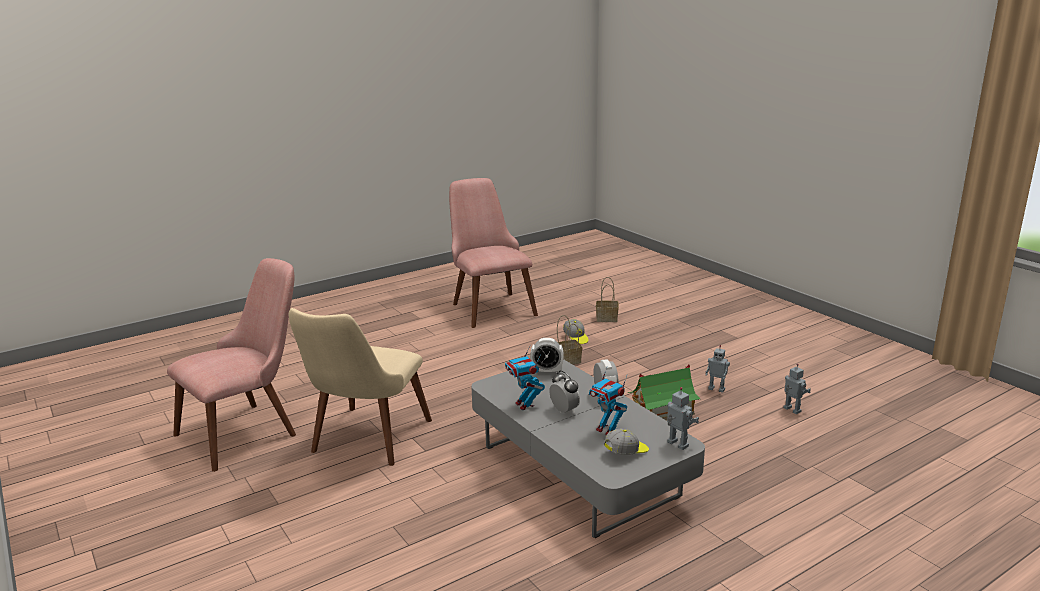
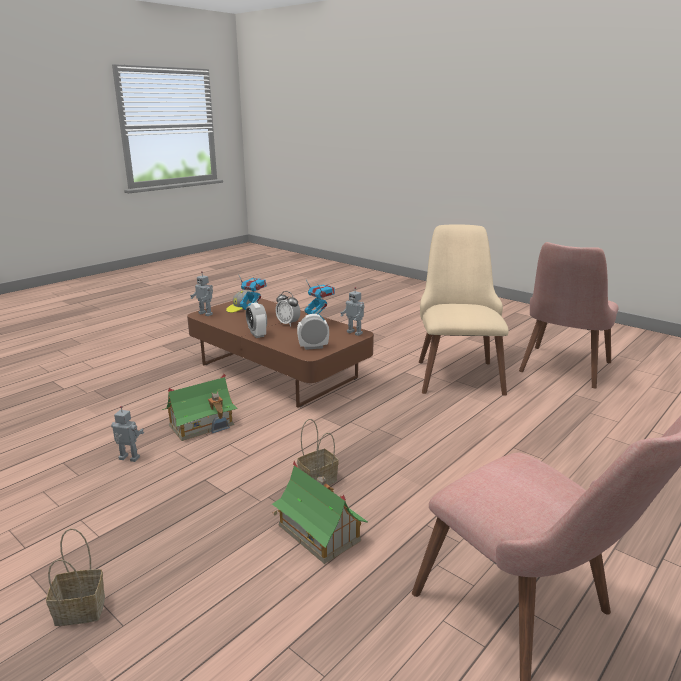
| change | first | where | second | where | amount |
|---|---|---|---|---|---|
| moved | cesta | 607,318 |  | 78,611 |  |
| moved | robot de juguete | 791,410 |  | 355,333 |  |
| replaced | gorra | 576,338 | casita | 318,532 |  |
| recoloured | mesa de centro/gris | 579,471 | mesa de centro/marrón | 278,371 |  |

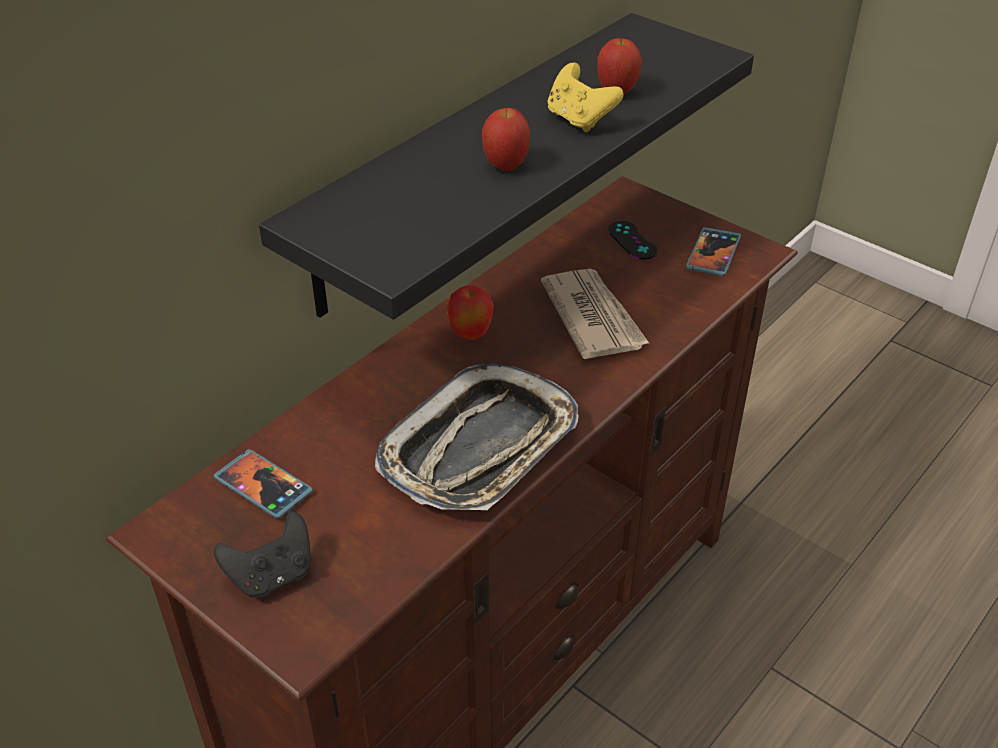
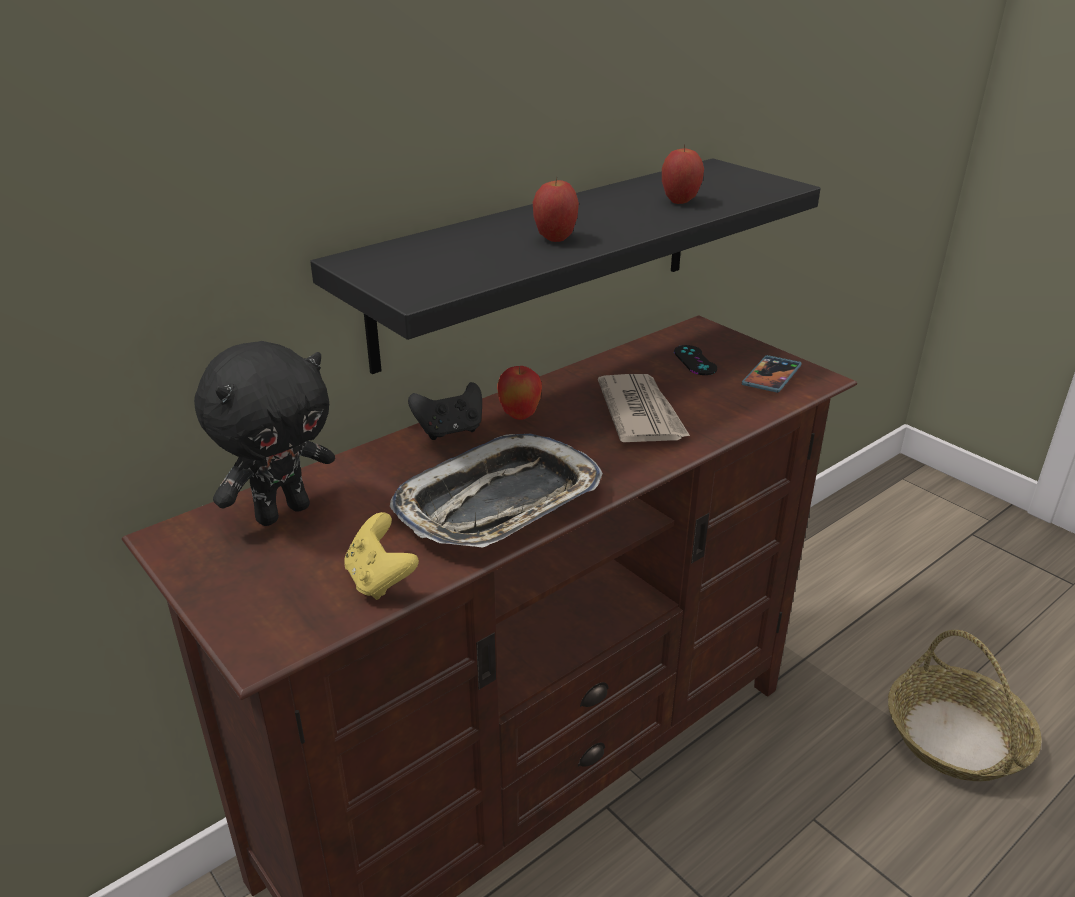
| change | first | where | second | where | amount |
|---|---|---|---|---|---|
| added |  |  | cesta | 956,738 |  |
| moved | mando de consola/negro | 272,576 |  | 450,431 |  |
| moved | mando de consola/amarillo | 579,120 |  | 380,580 |  |
| replaced | móvil | 263,486 | peluche/negro | 282,512 |  |

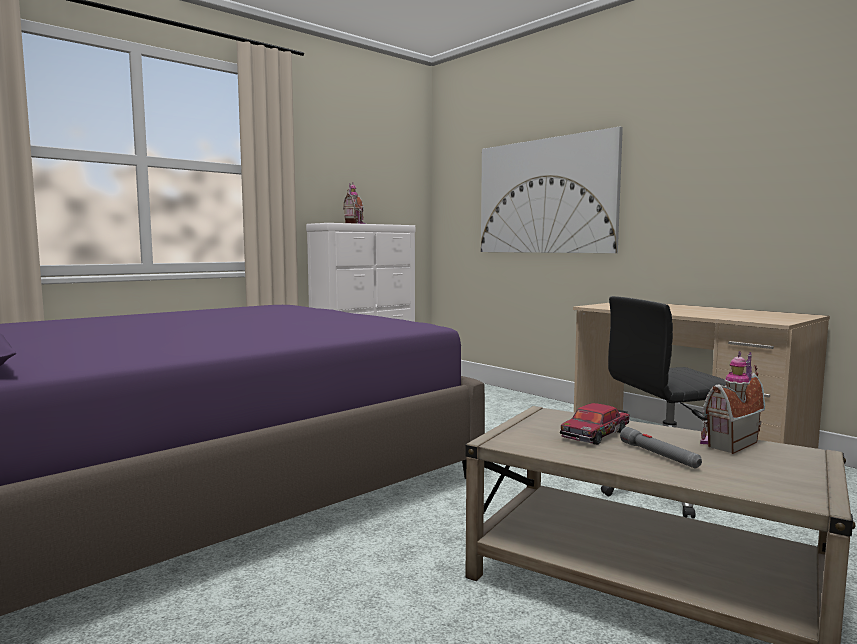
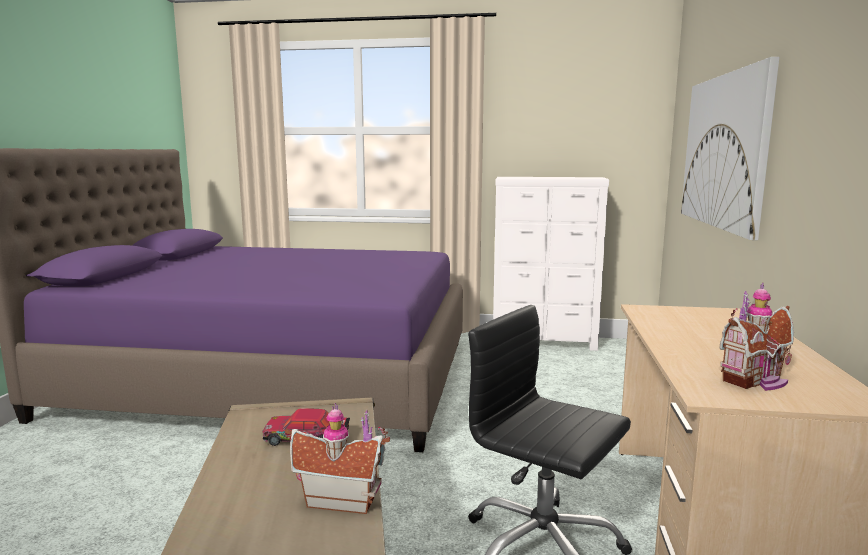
| change | first | where | second | where | amount |
|---|---|---|---|---|---|
| removed | linterna/gris | 659,455 |  |  |  |
| moved | casita | 356,224 |  | 757,381 |  |

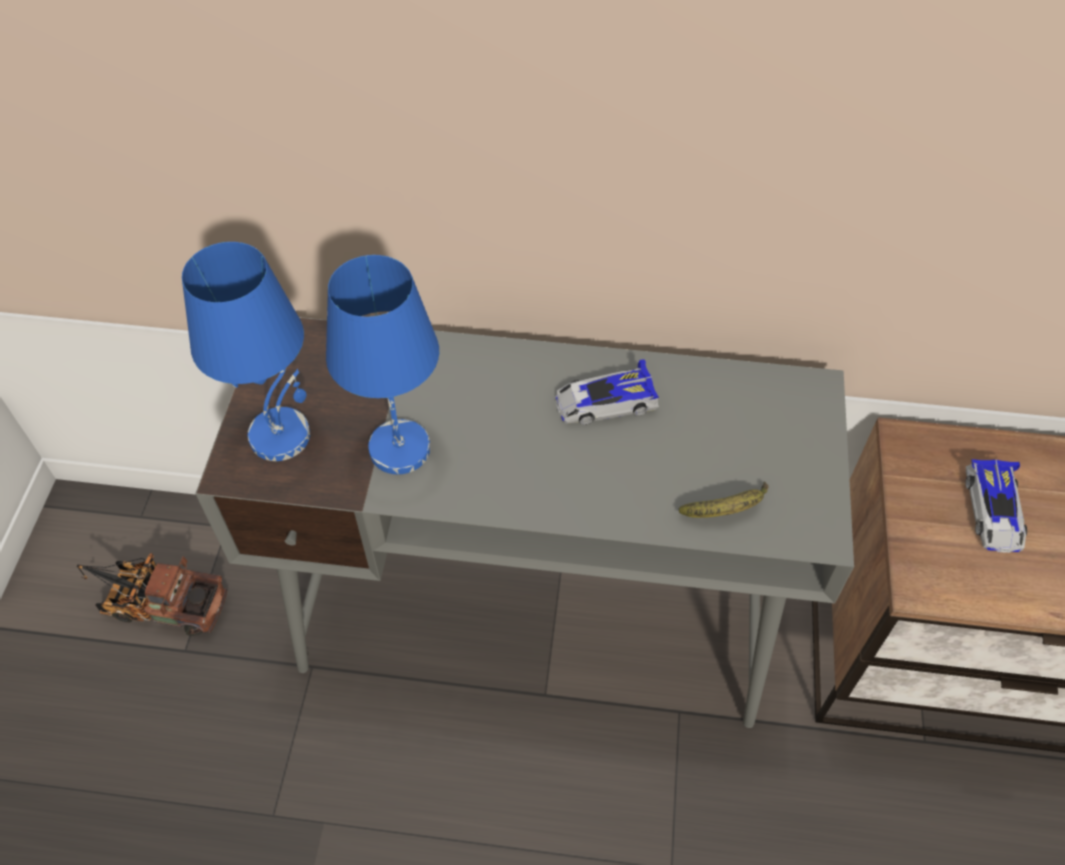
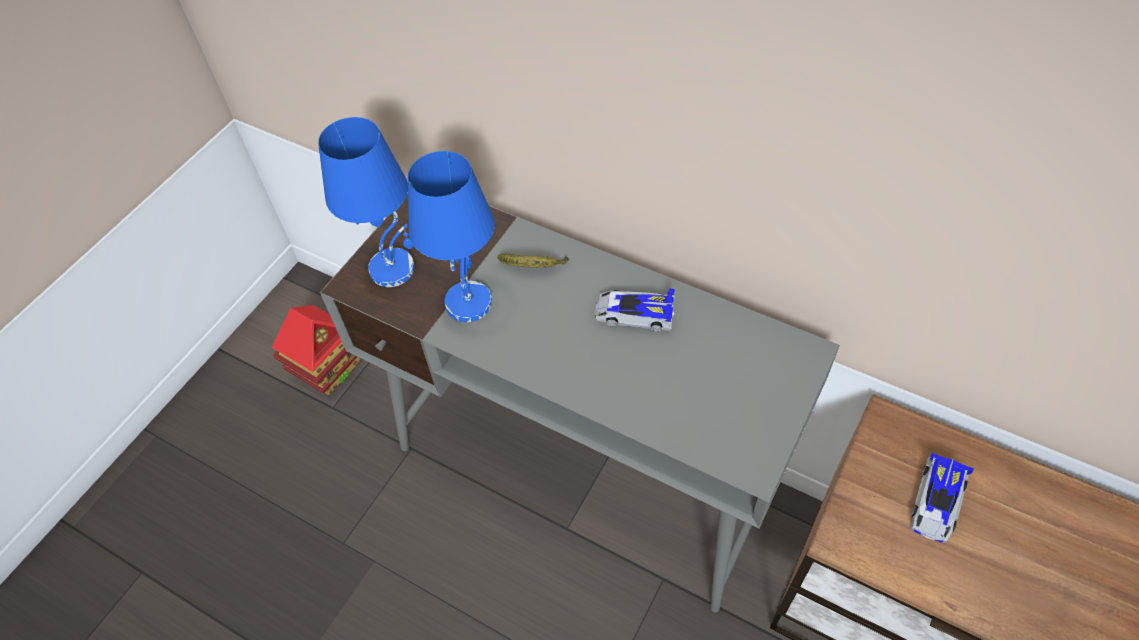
| change | first | where | second | where | amount |
|---|---|---|---|---|---|
| moved | plátano | 727,509 |  | 533,267 |  |
| replaced | camión de juguete | 158,603 | casita | 329,369 |  |

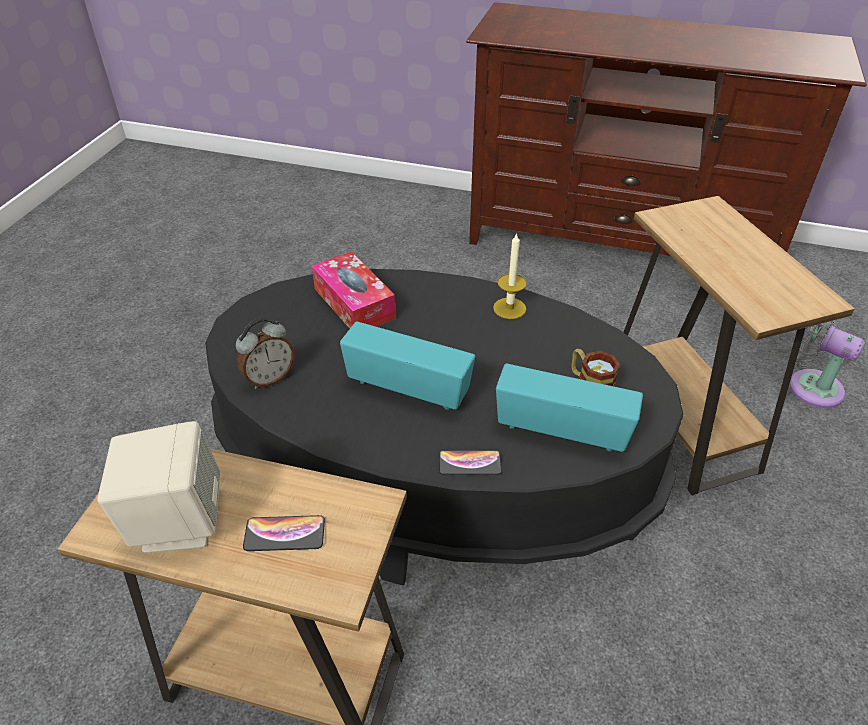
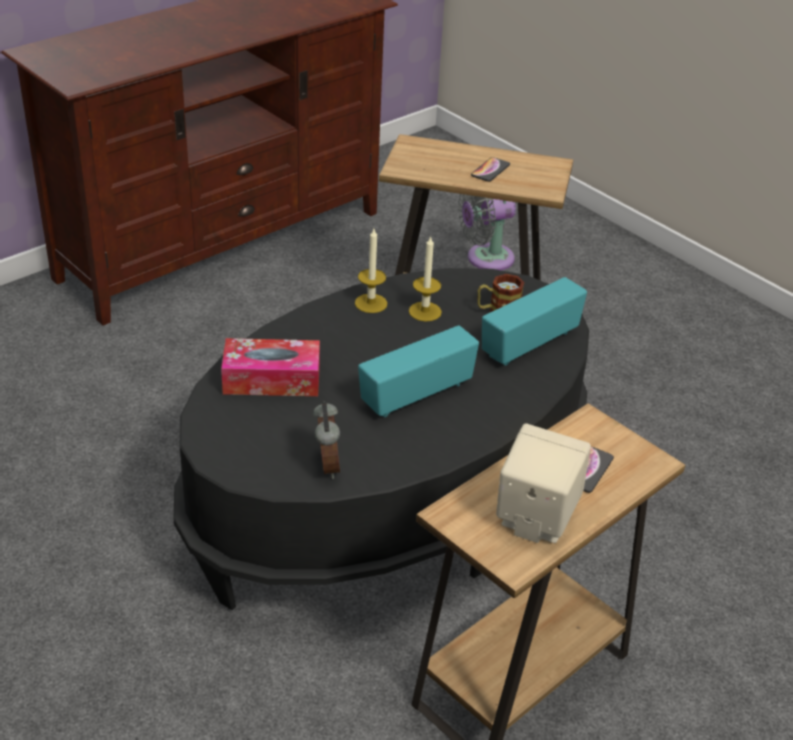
| change | first | where | second | where | amount |
|---|---|---|---|---|---|
| added |  |  | vela | 425,311 |  |
| moved | móvil | 469,463 |  | 490,170 |  |

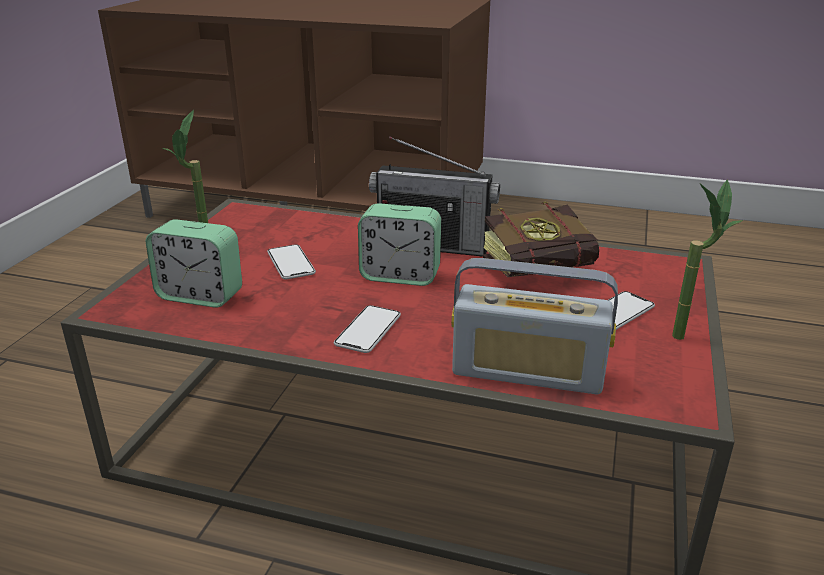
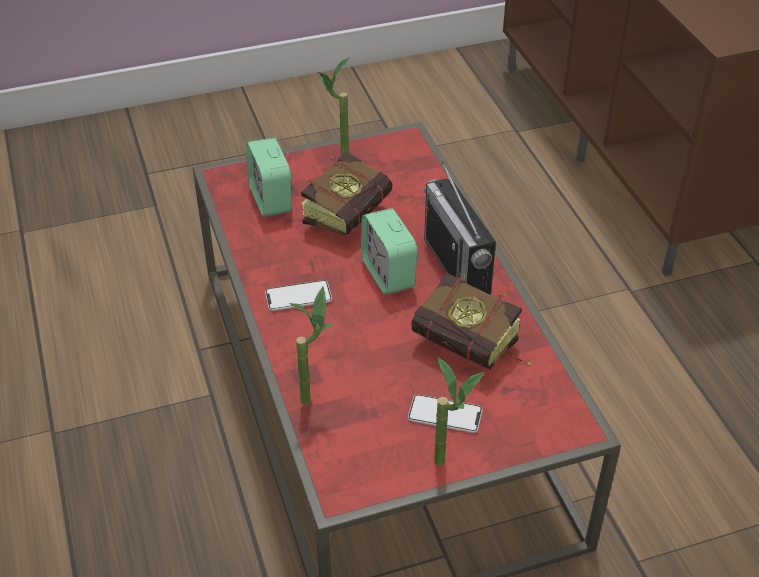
| change | first | where | second | where | amount |
|---|---|---|---|---|---|
| replaced | móvil | 291,263 | libro | 352,212 |  |
| replaced | radio | 528,372 | planta en maceta | 314,396 |  |

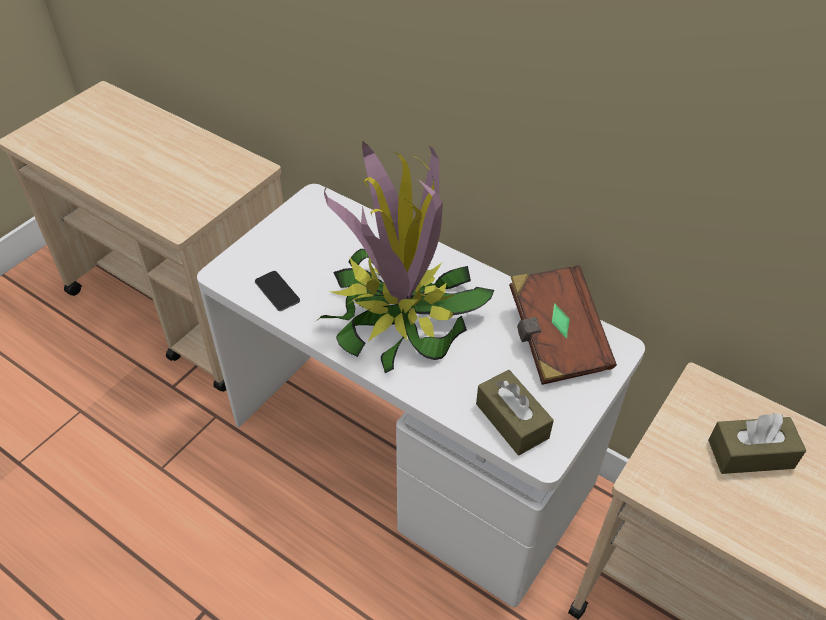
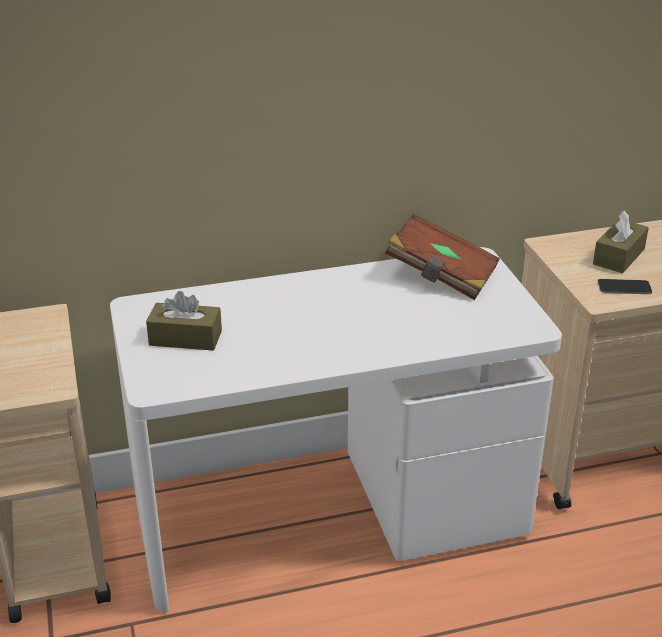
| change | first | where | second | where | amount |
|---|---|---|---|---|---|
| removed | planta en maceta | 398,317 |  |  |  |
| moved | móvil | 277,291 |  | 624,287 |  |
| moved | caja de pañuelos/marrón | 512,421 |  | 185,338 |  |

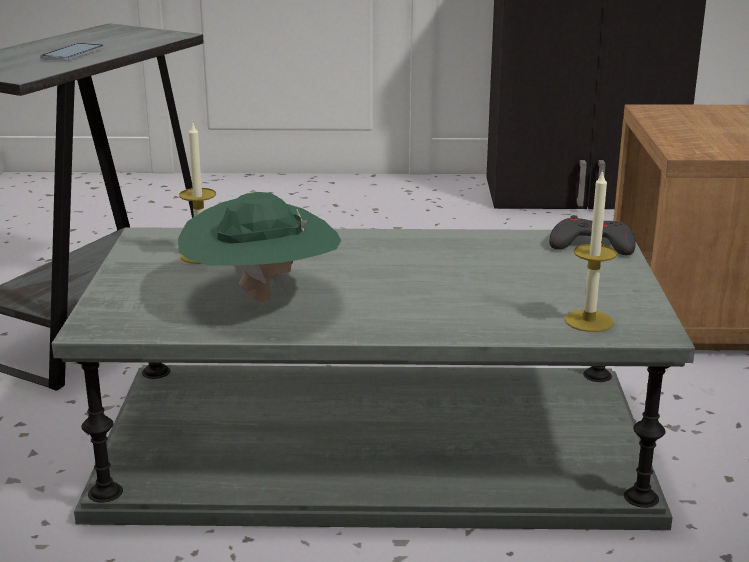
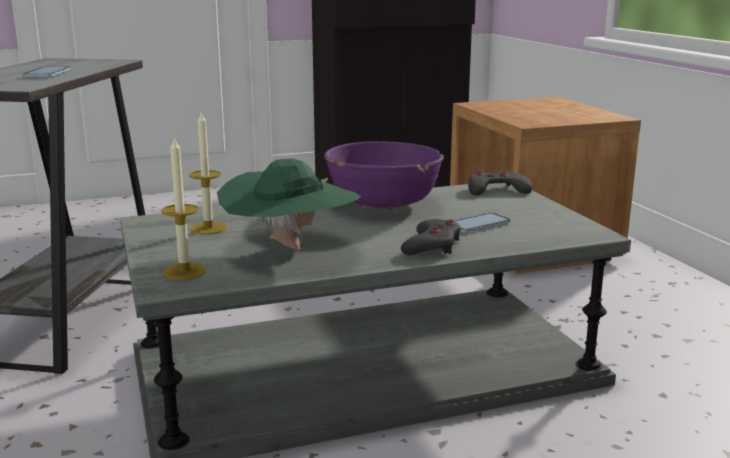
| change | first | where | second | where | amount |
|---|---|---|---|---|---|
| added |  |  | cuenco/morado | 383,205 |  |
| added |  |  | mando de consola/gris | 432,245 |  |
| added |  |  | móvil | 478,224 |  |
| moved | vela | 589,321 |  | 184,271 |  |

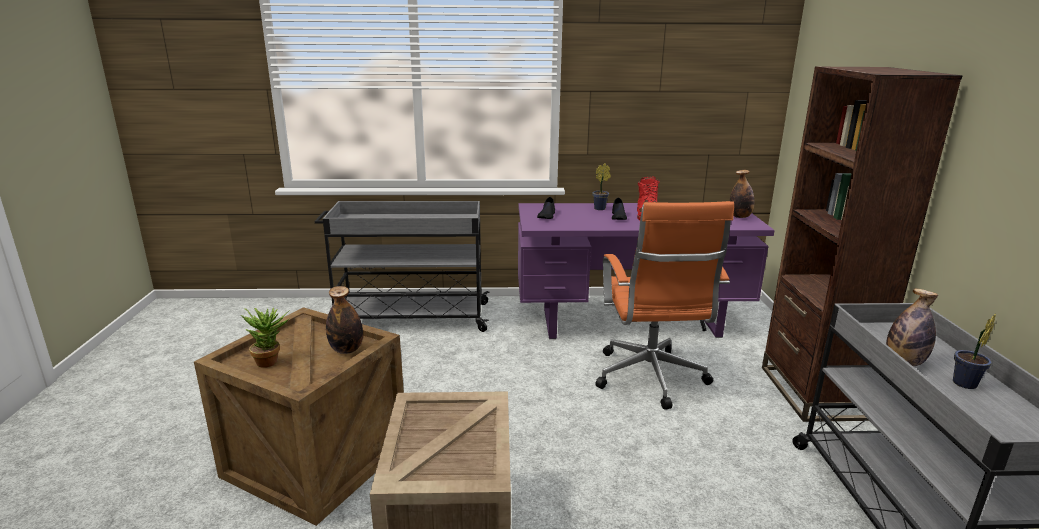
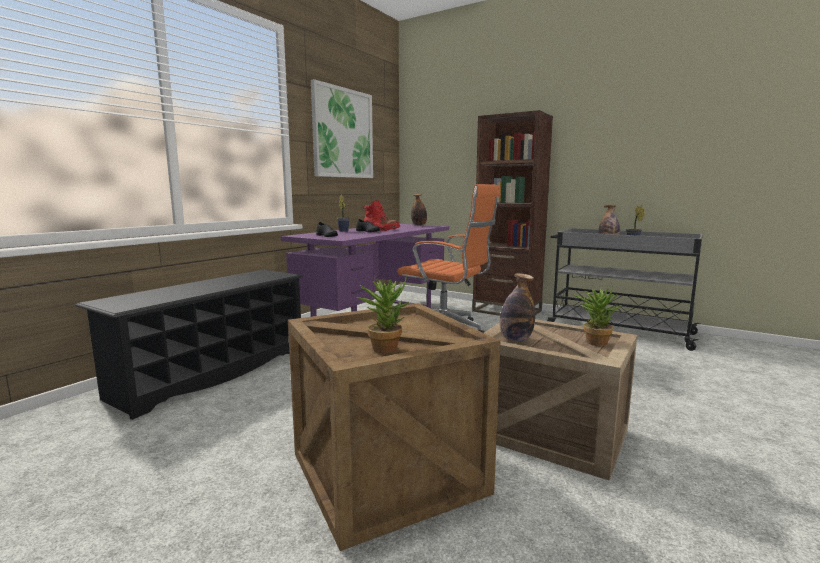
| change | first | where | second | where | amount |
|---|---|---|---|---|---|
| added |  |  | cuadro | 343,133 |  |
| added |  |  | planta en maceta | 594,341 |  |
| moved | botella | 346,350 |  | 515,339 |  |
| replaced | carrito/gris | 409,317 | zapatero/negro | 213,373 |  |

